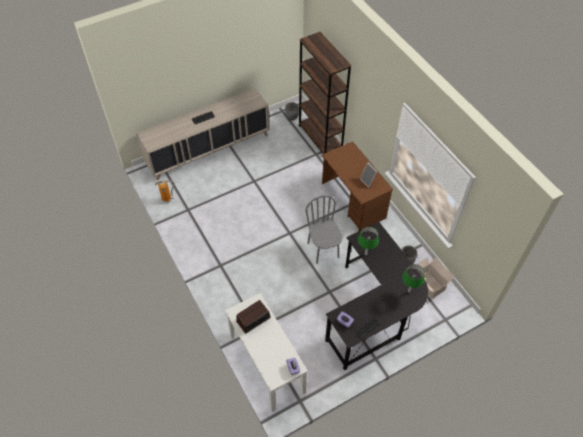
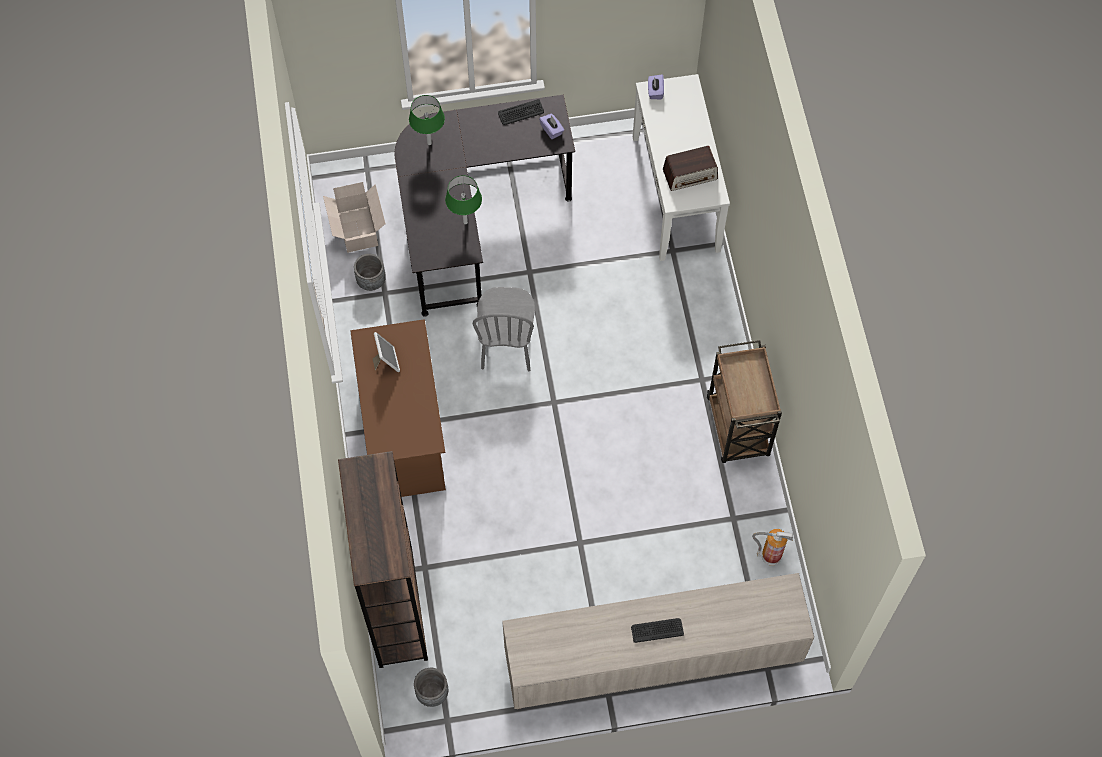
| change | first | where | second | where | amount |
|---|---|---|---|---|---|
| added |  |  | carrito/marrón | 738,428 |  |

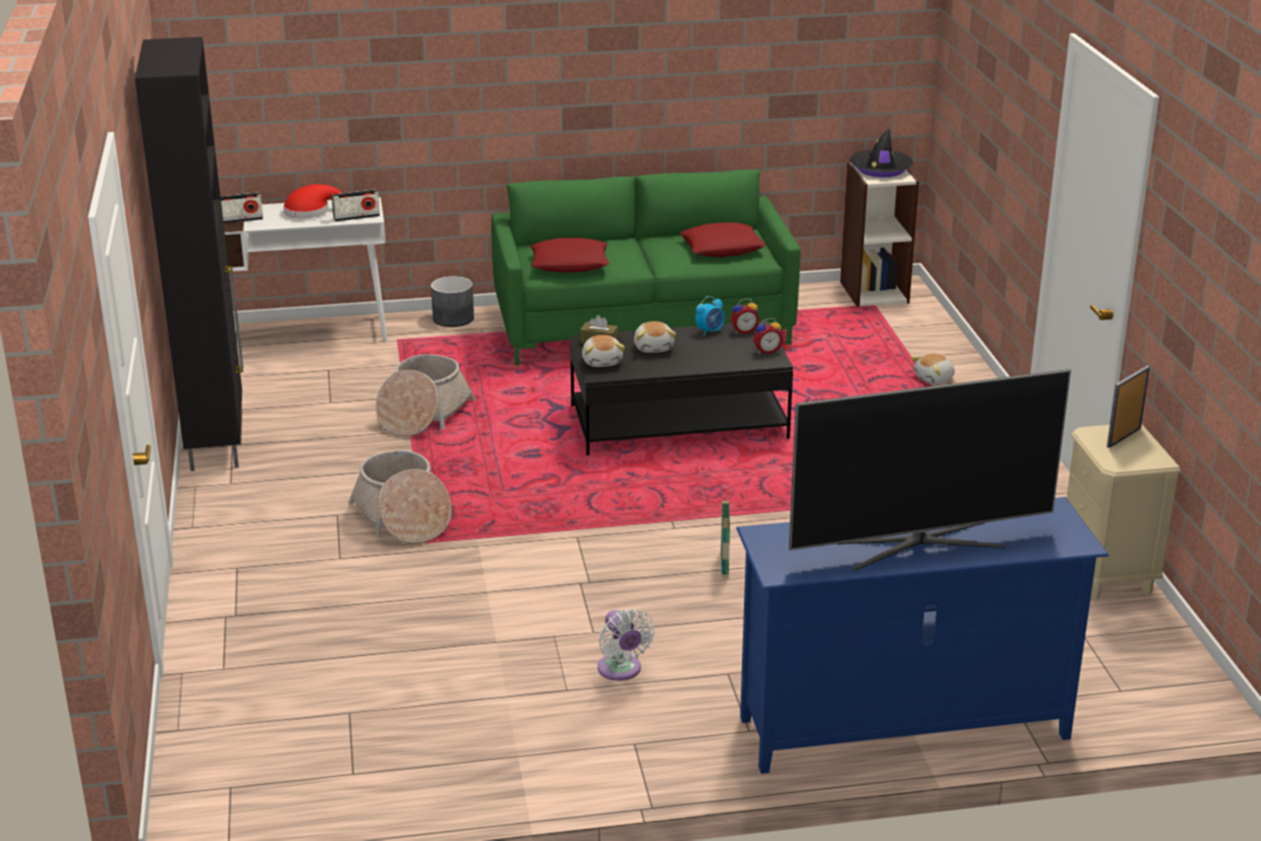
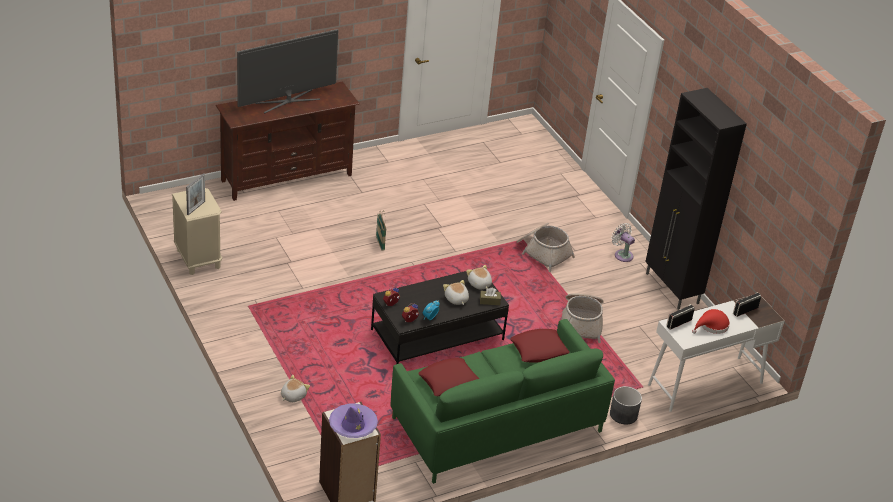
| change | first | where | second | where | amount |
|---|---|---|---|---|---|
| moved | ventilador/blanco | 621,670 |  | 622,254 |  |
| recoloured | mueble de televisión/azul | 903,728 | mueble de televisión/marrón | 287,177 |  |
| recoloured | sombrero/negro | 880,169 | sombrero/morado | 353,425 |  |

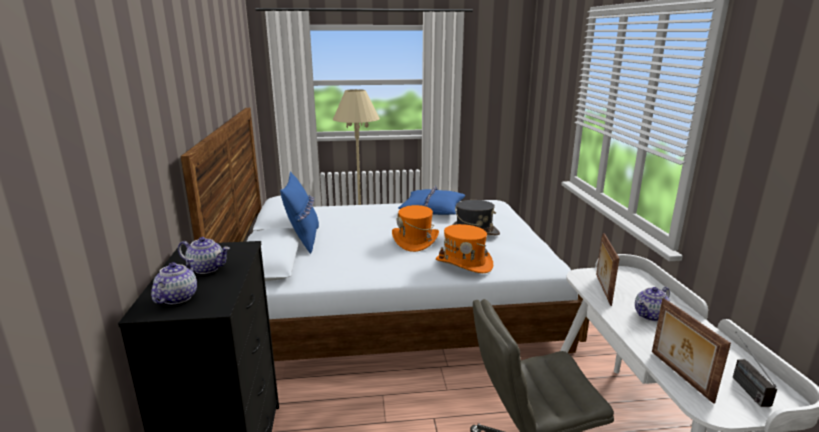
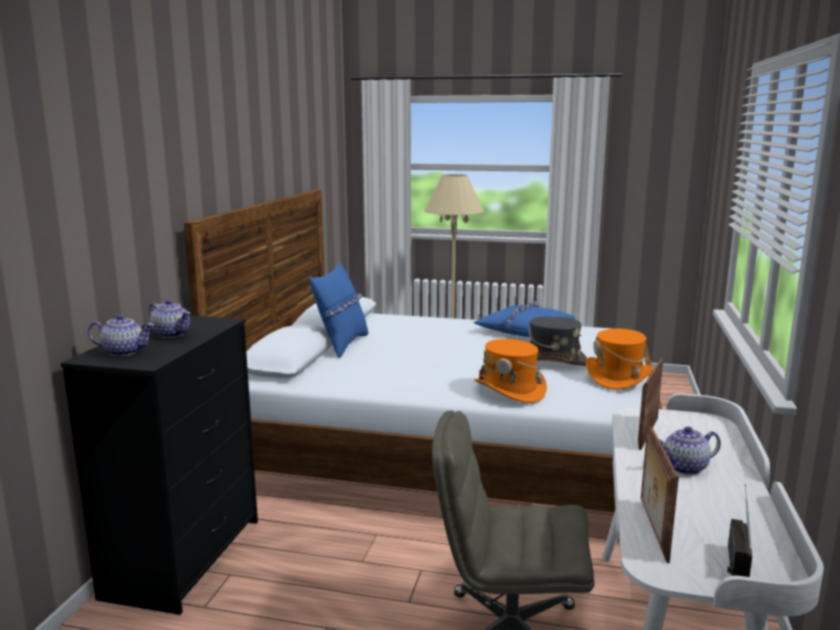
| change | first | where | second | where | amount |
|---|---|---|---|---|---|
| moved | sombrero/naranja | 415,241 |  | 618,377 |  |
| turned | tetera | 177,297 |  | 124,352 | 60 degrees clockwise |

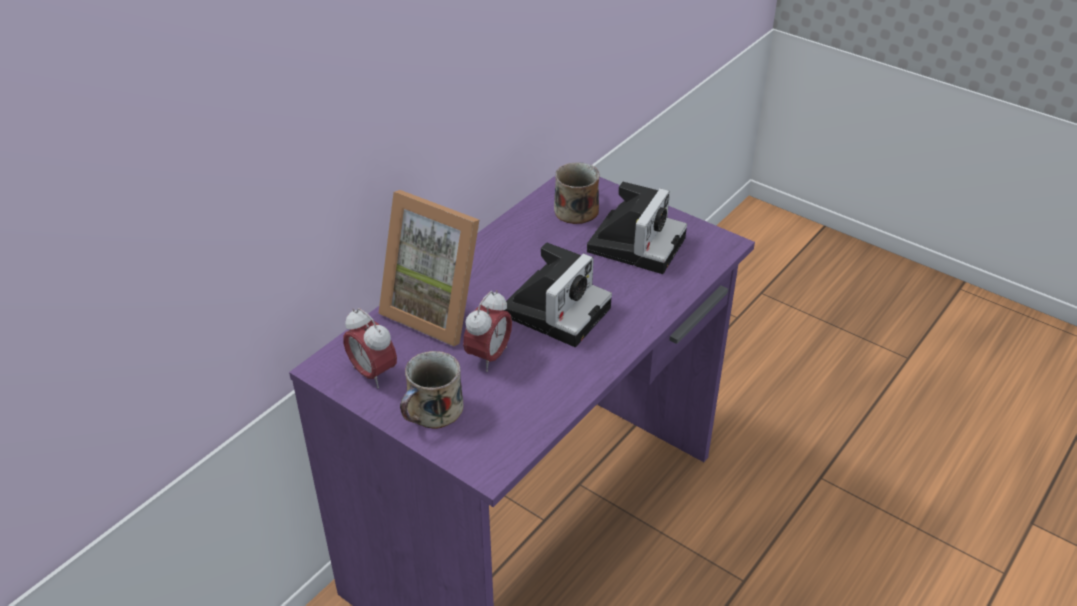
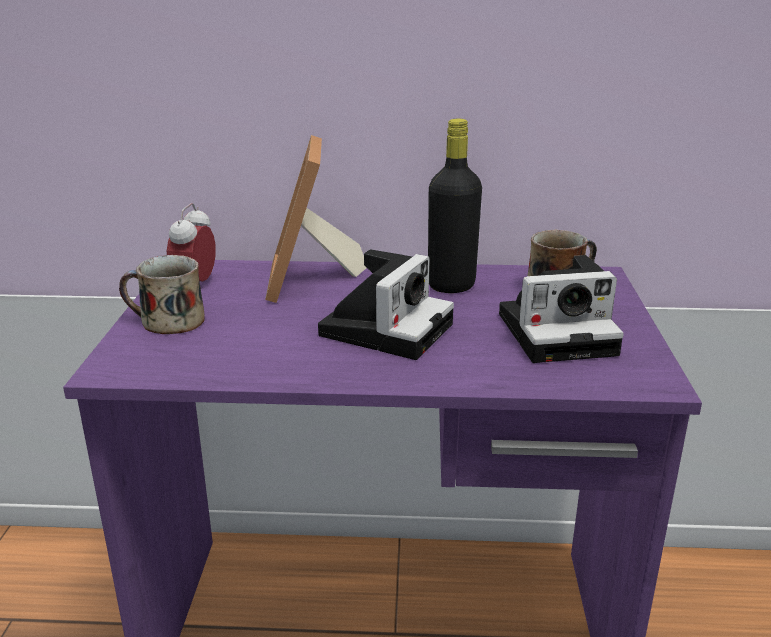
| change | first | where | second | where | amount |
|---|---|---|---|---|---|
| removed | despertador | 489,356 |  |  |  |
| added |  |  | botella/negro | 451,285 |  |
| turned | cámara | 557,308 |  | 387,327 | 60 degrees counterclockwise |

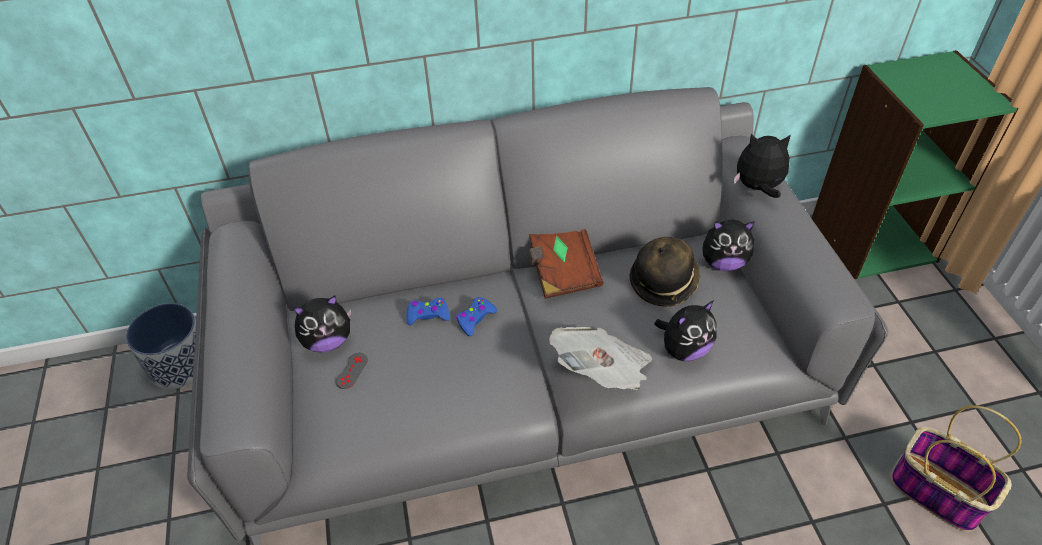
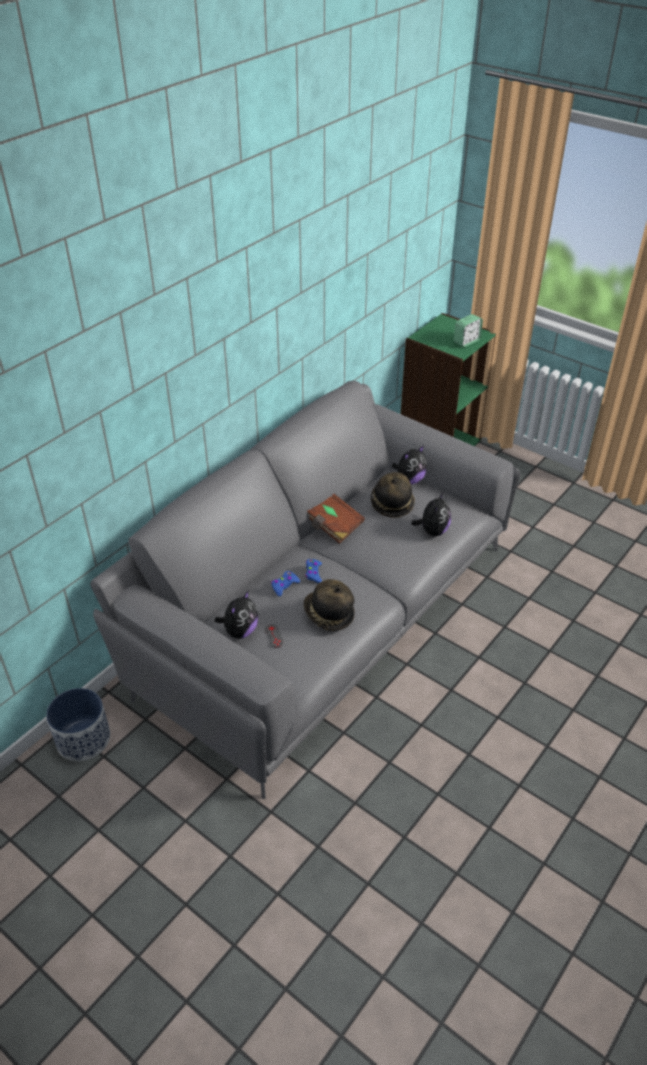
| change | first | where | second | where | amount |
|---|---|---|---|---|---|
| removed | periódico | 602,372 |  |  |  |
| removed | peluche | 758,188 |  |  |  |
| removed | cesta | 935,492 |  |  |  |
| added |  |  | sombrero | 328,614 |  |
| added |  |  | despertador | 466,341 |  |

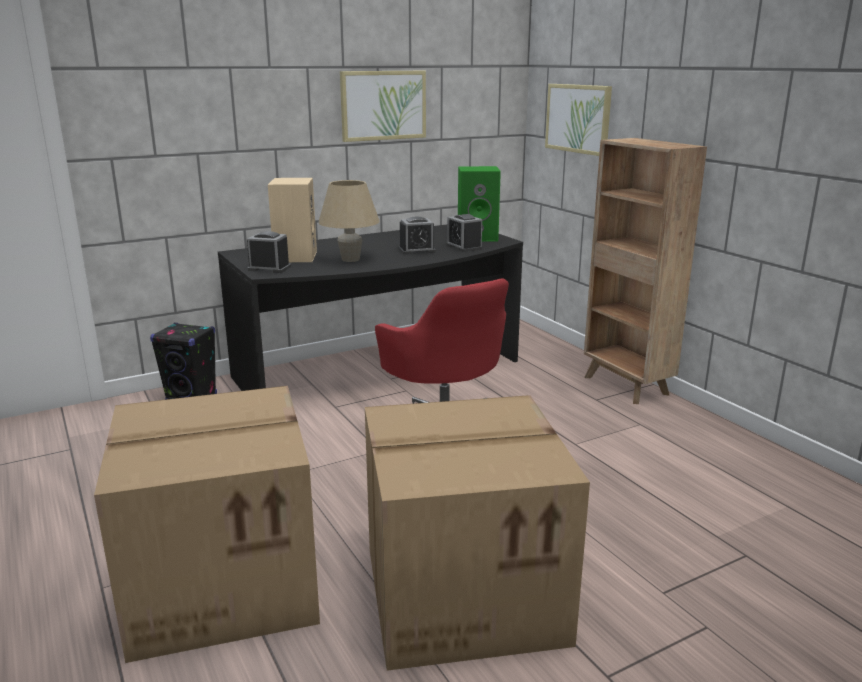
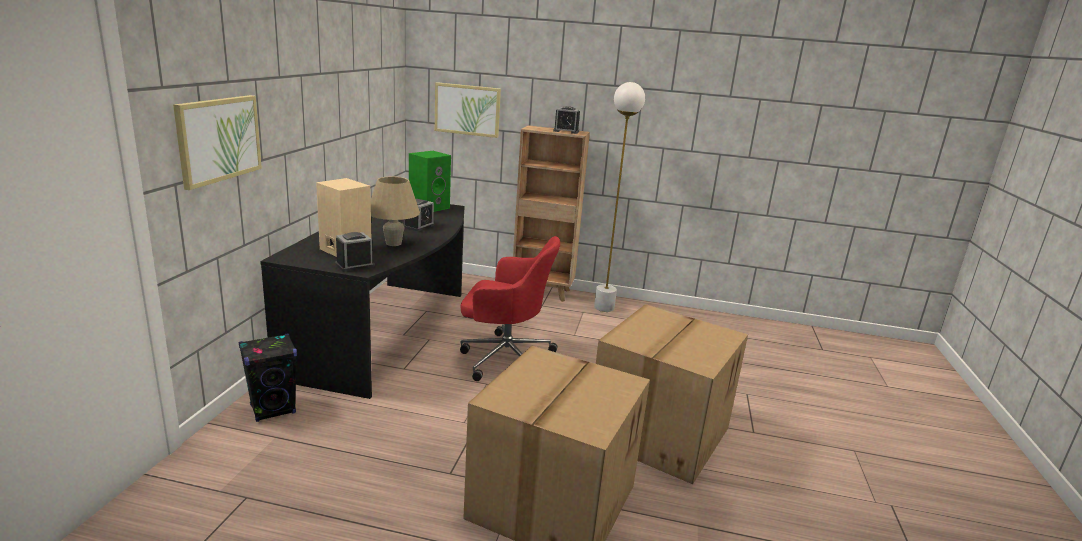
| change | first | where | second | where | amount |
|---|---|---|---|---|---|
| added |  |  | lámpara de pie/blanco | 604,308 |  |
| moved | cuadro | 383,105 |  | 219,139 |  |
| moved | despertador | 464,247 |  | 566,131 |  |

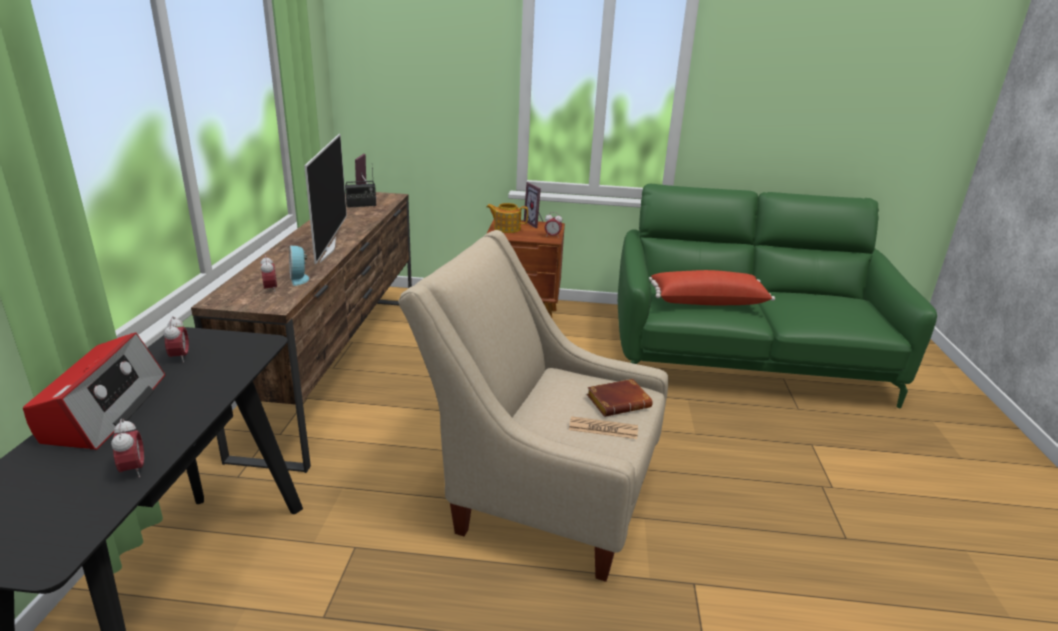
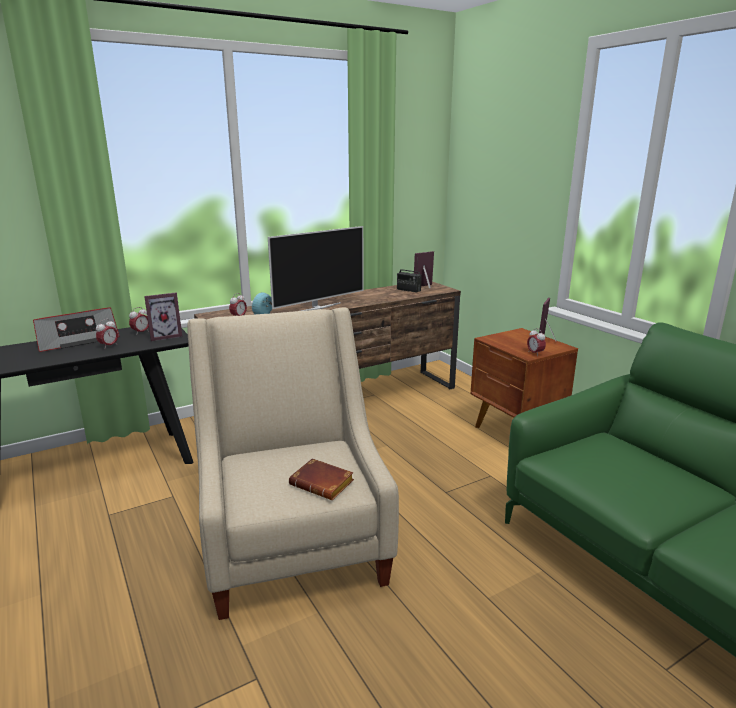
| change | first | where | second | where | amount |
|---|---|---|---|---|---|
| removed | tetera | 506,228 |  |  |  |
| removed | periódico | 603,429 |  |  |  |
| removed | cojín/rojo | 707,301 |  |  |  |
| added |  |  | portarretratos | 165,336 |  |
| moved | despertador | 133,470 |  | 109,346 |  |

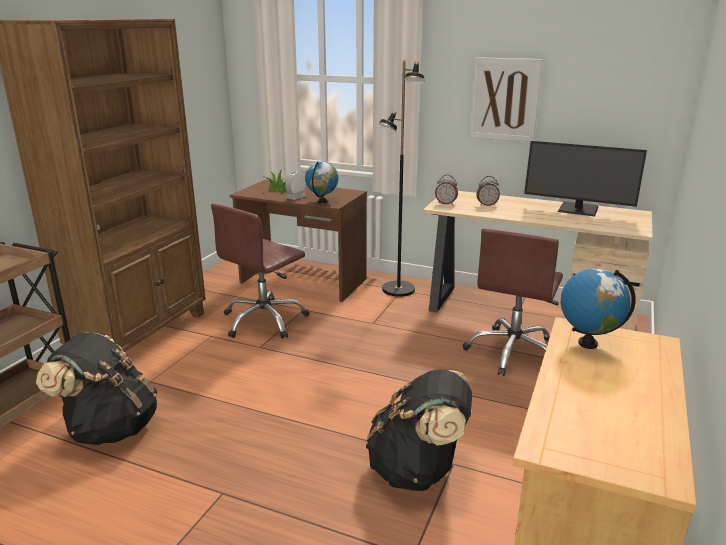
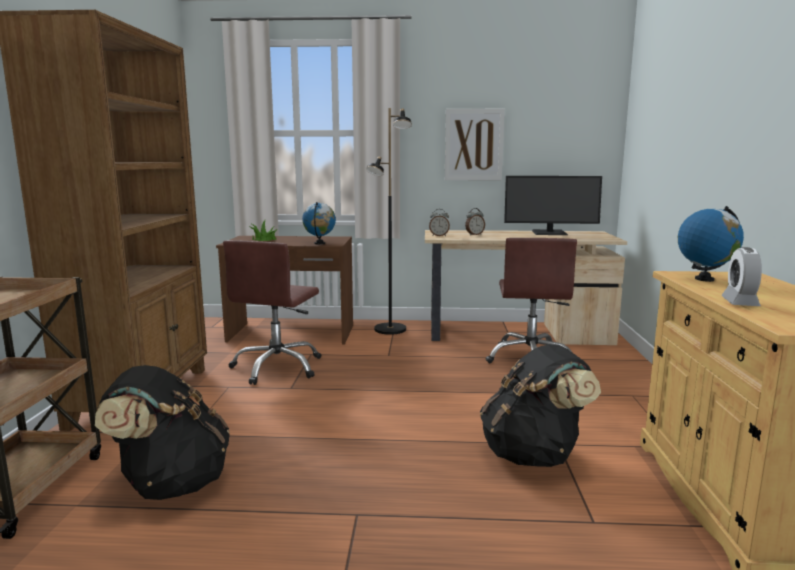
| change | first | where | second | where | amount |
|---|---|---|---|---|---|
| moved | despertador | 296,197 |  | 740,302 |  |

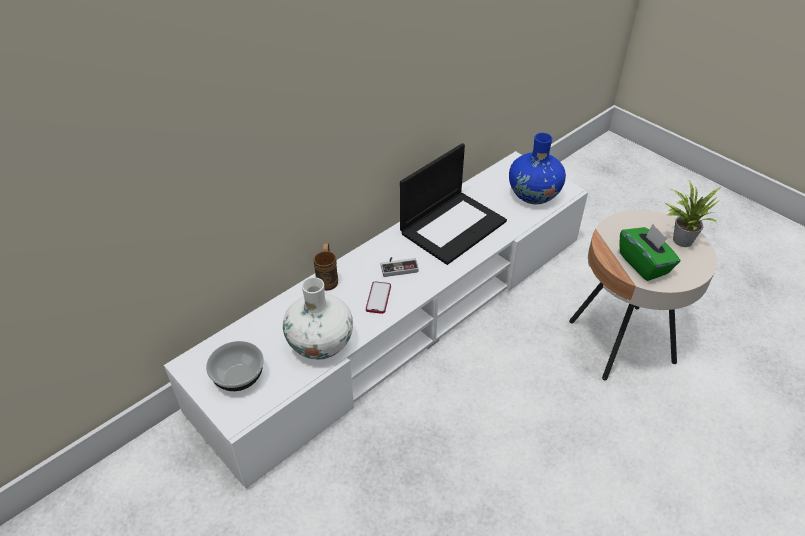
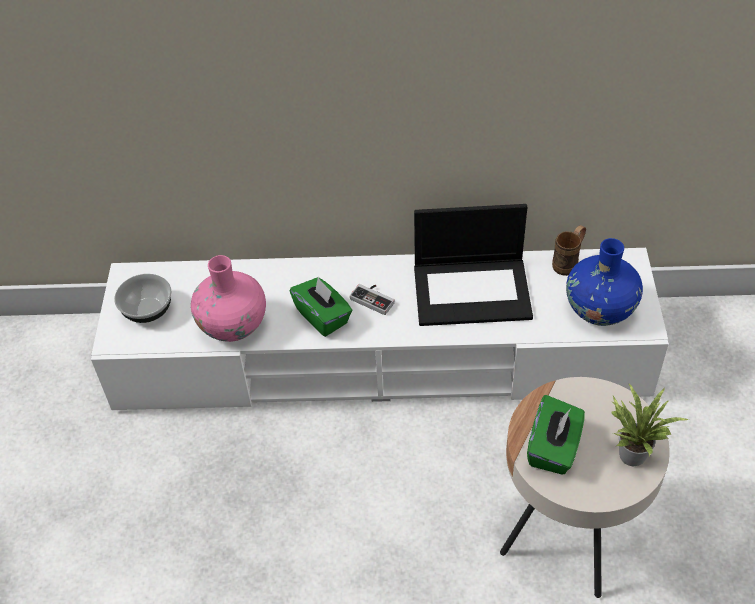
| change | first | where | second | where | amount |
|---|---|---|---|---|---|
| moved | taza grande/marrón | 328,278 |  | 568,263 |  |
| replaced | móvil | 378,298 | caja de pañuelos/verde | 323,316 |  |
| recoloured | florero/blanco | 320,344 | florero/rosa | 233,325 |  |

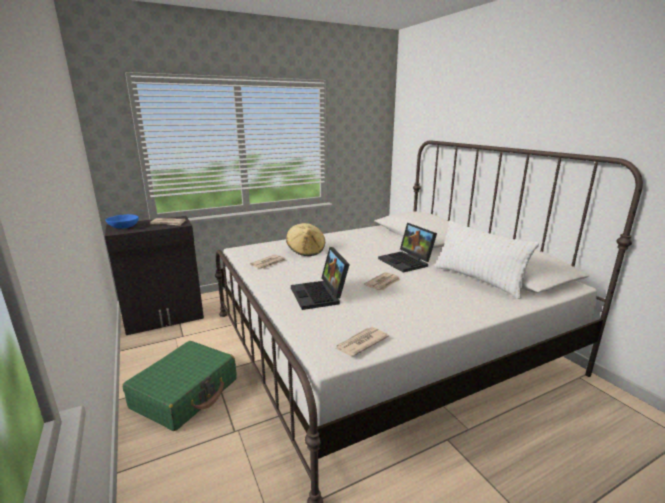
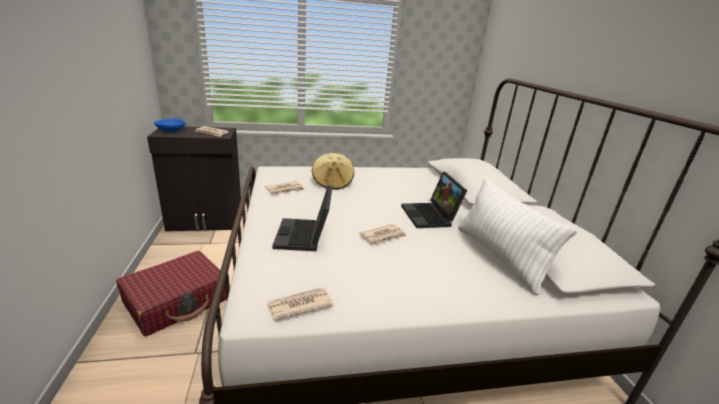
| change | first | where | second | where | amount |
|---|---|---|---|---|---|
| recoloured | maleta/verde | 186,393 | maleta/rojo | 177,301 |  |

